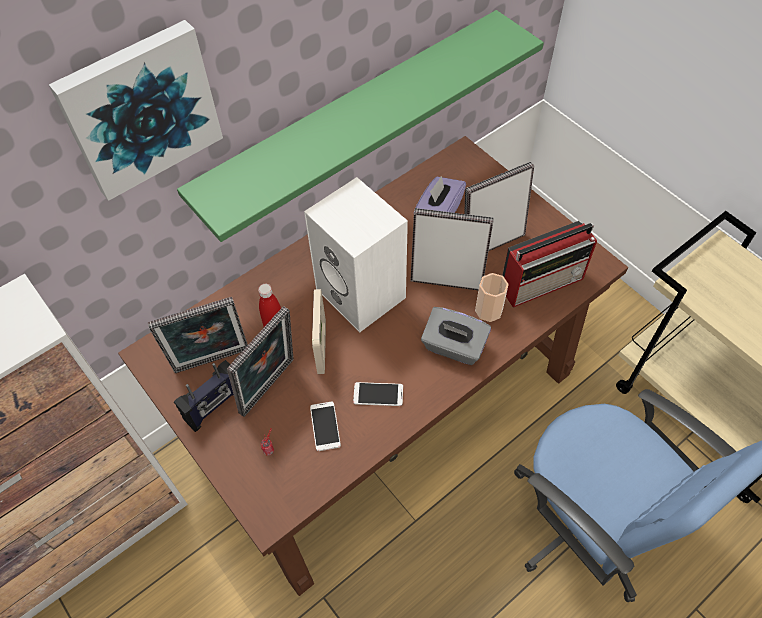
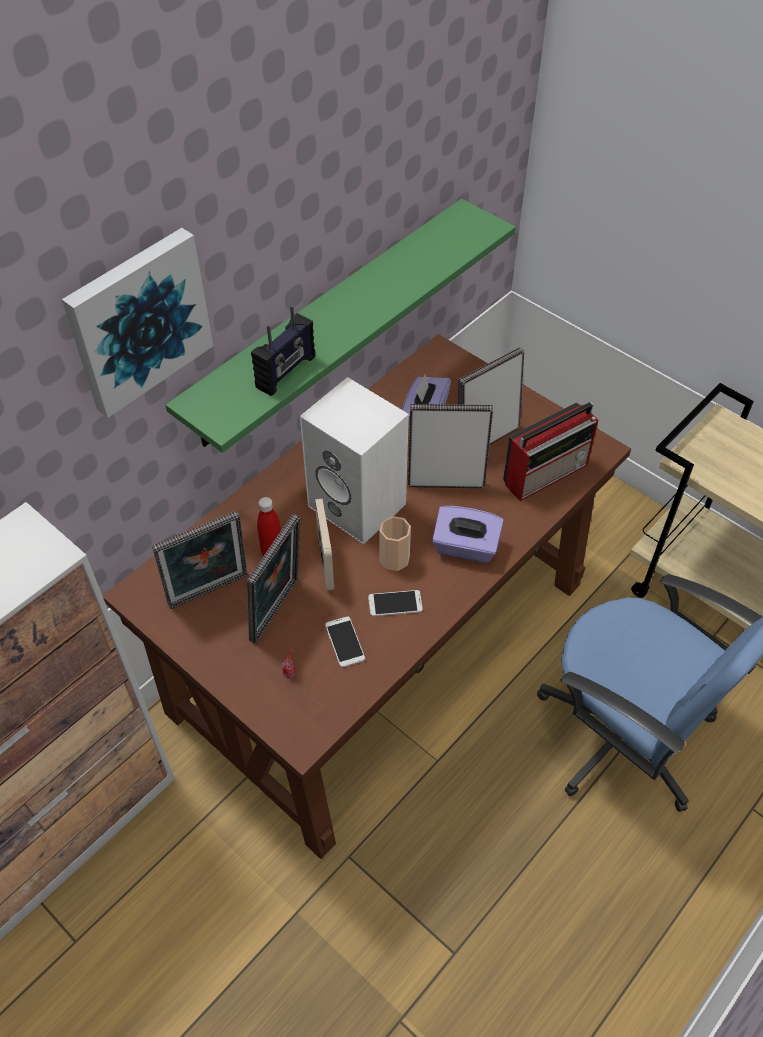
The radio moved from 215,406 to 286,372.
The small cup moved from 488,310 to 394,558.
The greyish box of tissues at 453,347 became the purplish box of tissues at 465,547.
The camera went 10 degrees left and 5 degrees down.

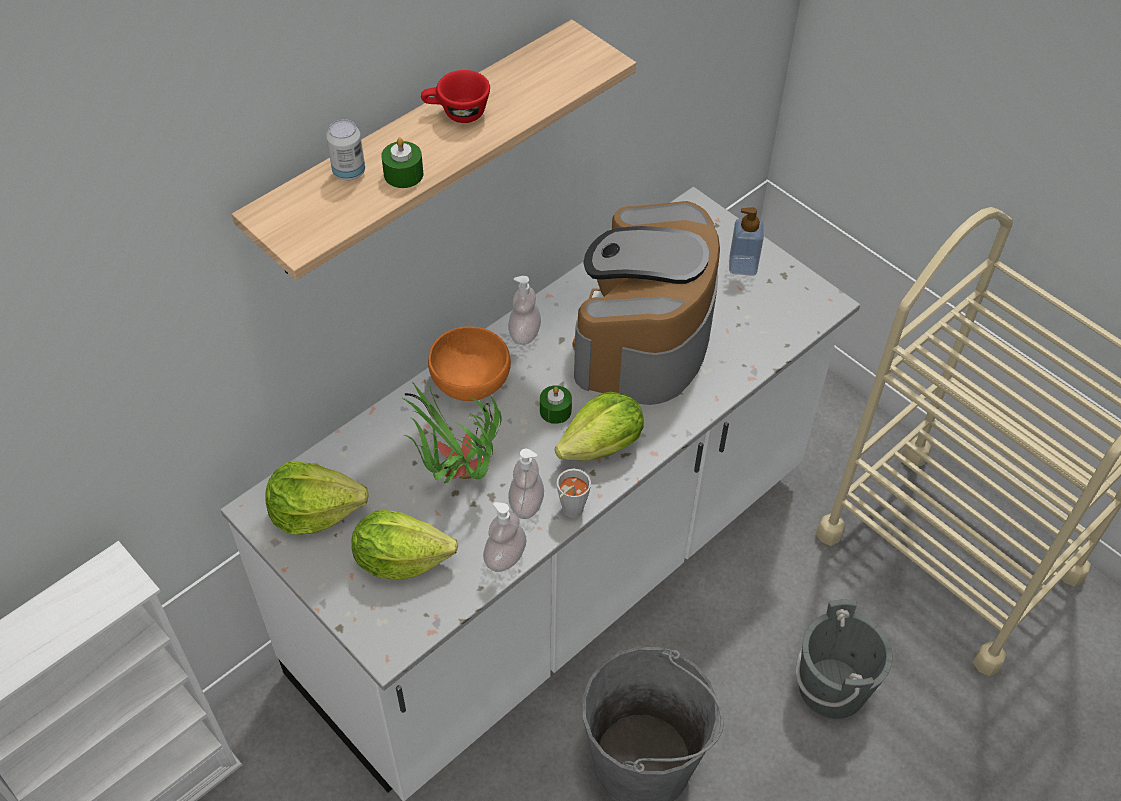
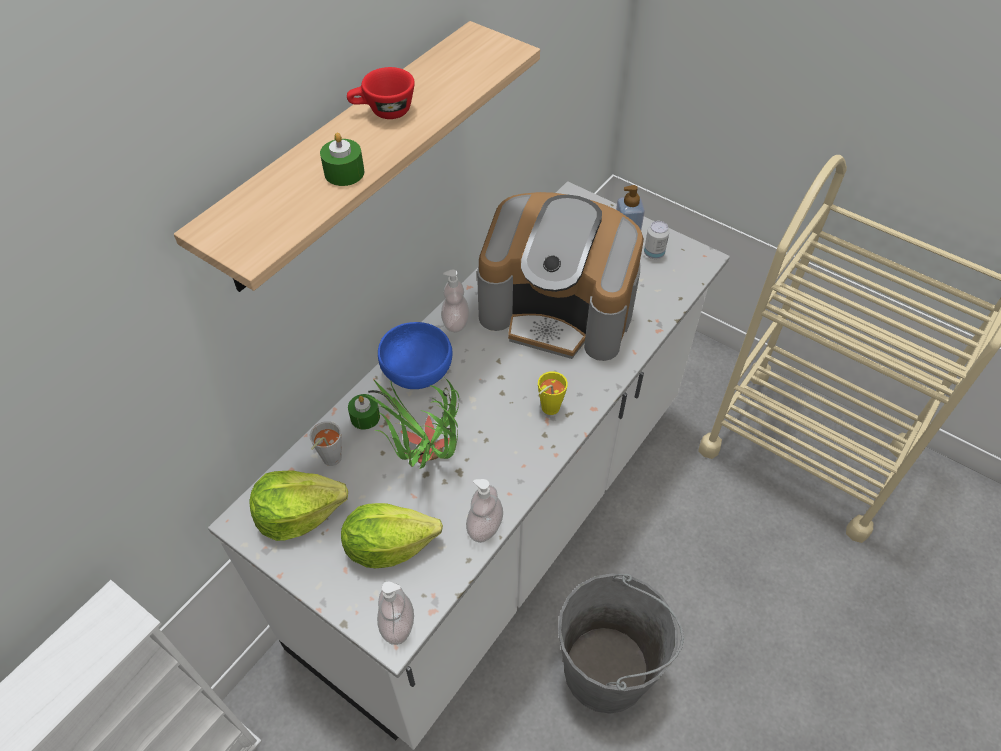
The greyish small cup moved from 569,512 to 329,461.
The green candle moved from 555,410 to 365,417.
The liquid soap bottle moved from 526,504 to 397,624.
The orange-coloured bowl at 469,380 became the bluish bowl at 416,370.
The coffee machine at 643,338 turned 75 degrees counterclockwise.
The lettuce head at 602,446 was replaced by the yellowish small cup at 547,410.
The metal can moved from 349,172 to 653,253.
The greyish bucket at 832,687 disappeared.
The camera went 10 degrees left and 0 degrees up.

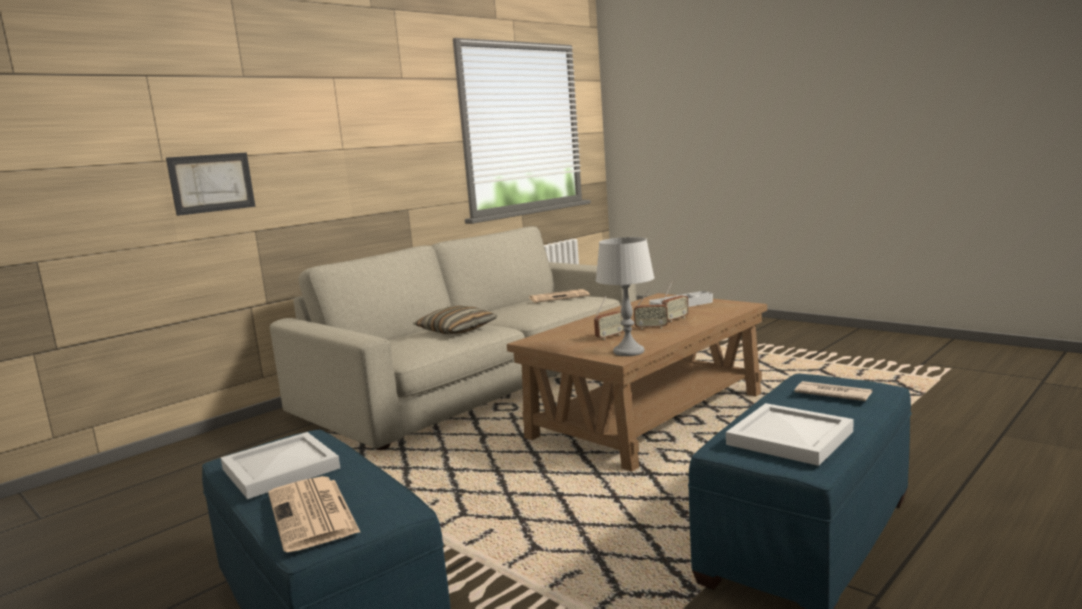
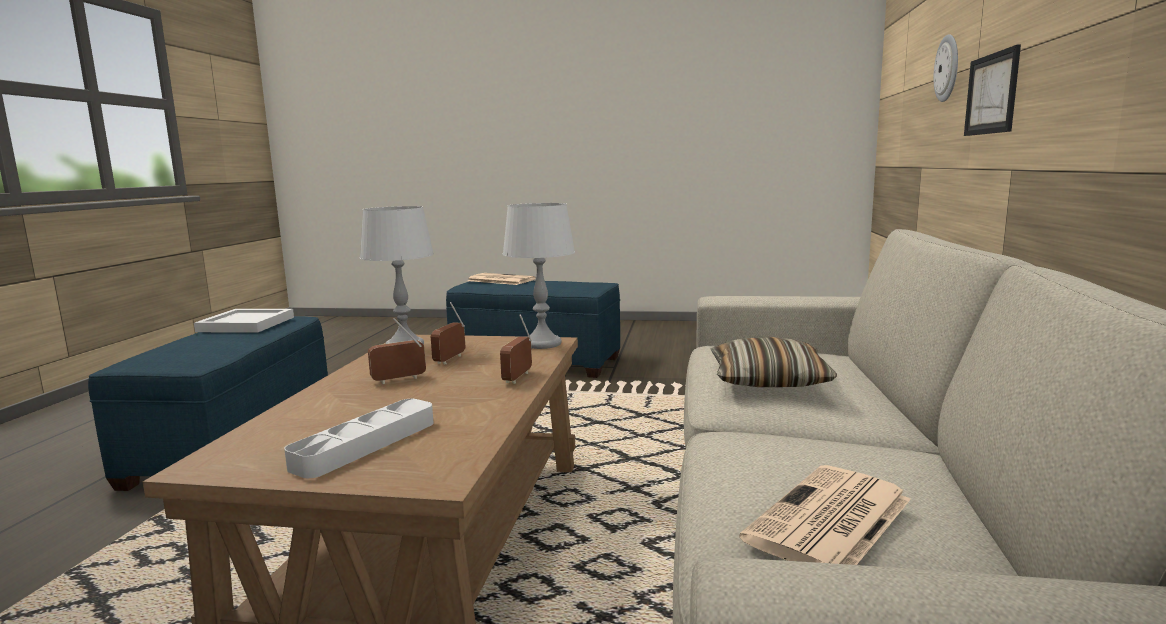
The radio moved from 675,319 to 518,378.
The greyish tabletop lamp at 542,344 appeared.
The clock on the wall at 948,68 appeared.
The white tray at 282,468 disappeared.
The daily paper at 832,394 disappeared.
The camera went 145 degrees right and 0 degrees up.

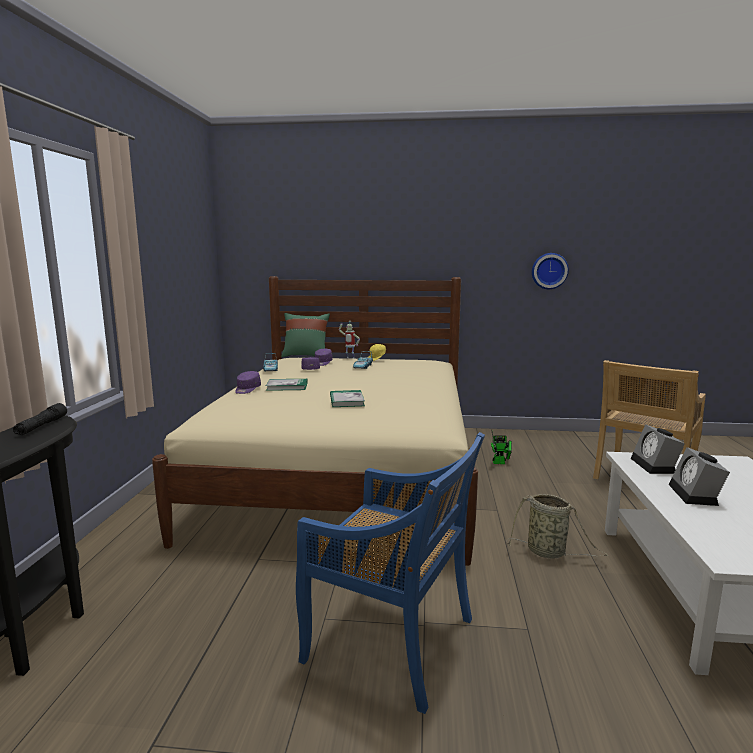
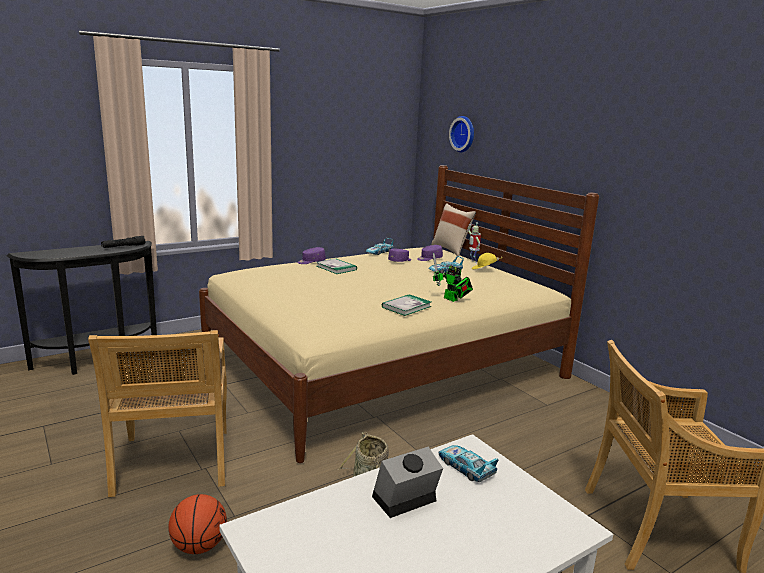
The bluish plain chair at 393,641 became the beige-coloured plain chair at 173,463.
The basketball at 199,546 appeared.
The volume moved from 346,401 to 406,307.
The green pillow at 306,356 became the beige-coloured pillow at 451,250.
The robot figure moved from 501,463 to 452,299.
The table clock at 655,466 was replaced by the toy car at 466,468.
The clock on the wall moved from 549,271 to 464,134.
The camera went 50 degrees right and 5 degrees up.

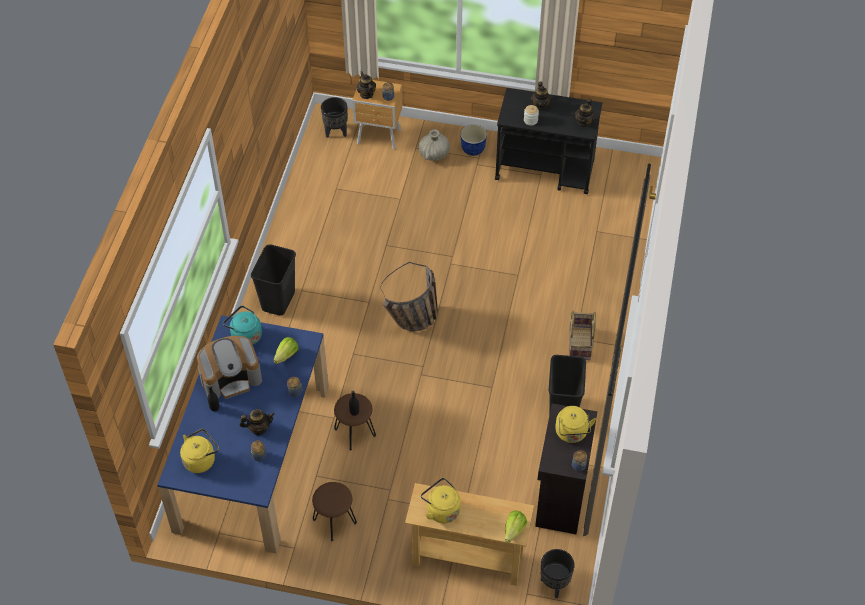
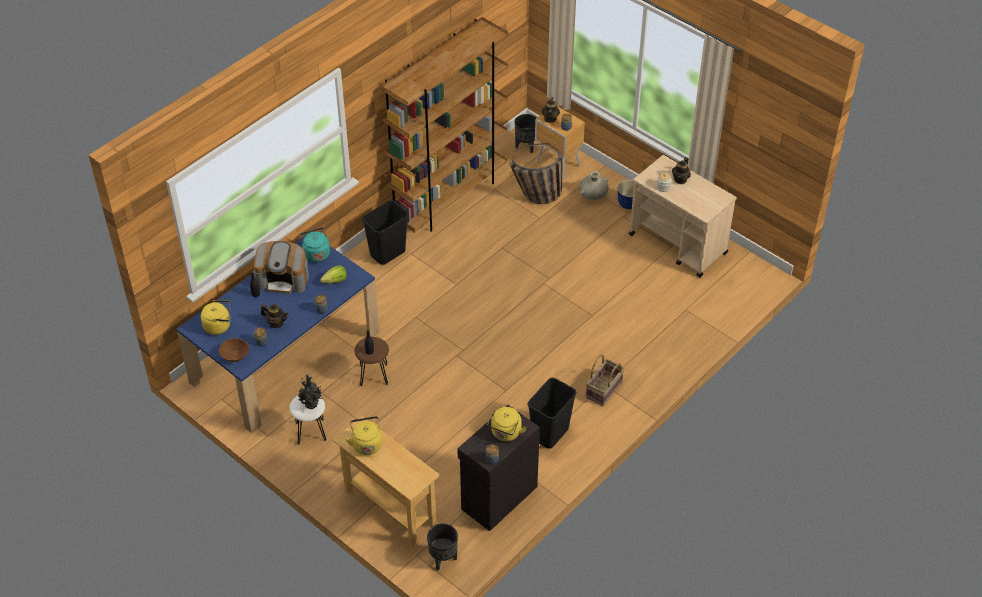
The brownish bowl at 235,356 appeared.
The brownish sitting stool at 335,521 became the white sitting stool at 310,431.
The potted plant at 312,406 appeared.
The brownish bookcase at 449,198 appeared.
The basket moved from 412,324 to 536,197.
The black cart at 545,170 became the beige-coloured cart at 678,244.
The lettuce head at 514,530 disappeared.
The teapot at 584,123 disappeared.
The camera went 30 degrees right and 5 degrees down.

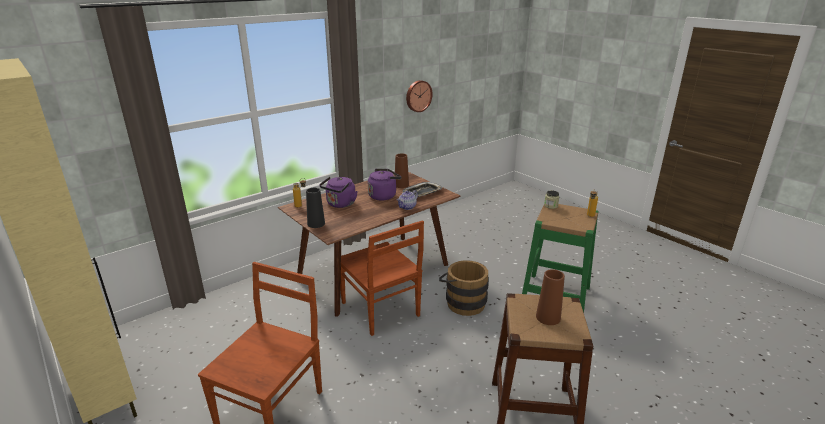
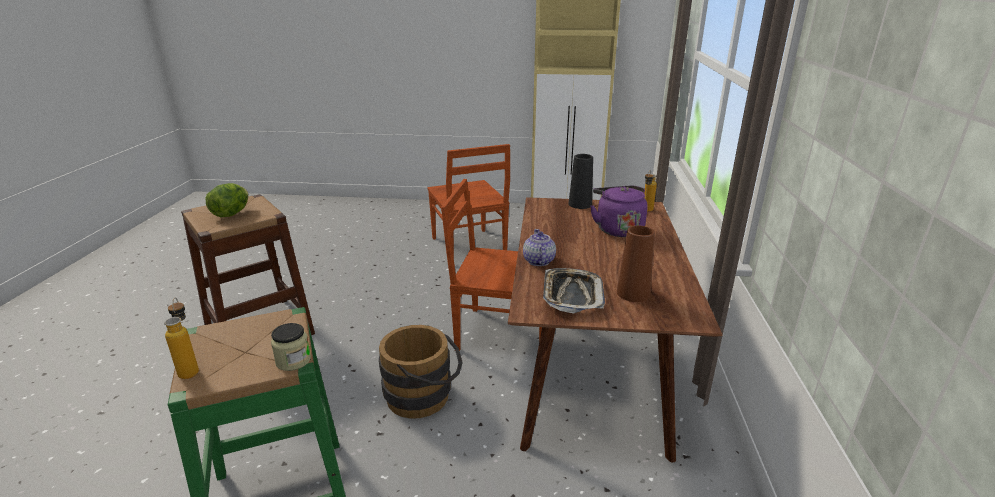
The brownish decorative vase at 548,317 was replaced by the lettuce head at 231,214.
The purplish tea kettle at 383,196 disappeared.
The clock on the wall at 418,96 disappeared.
The camera went 135 degrees right and 0 degrees up.

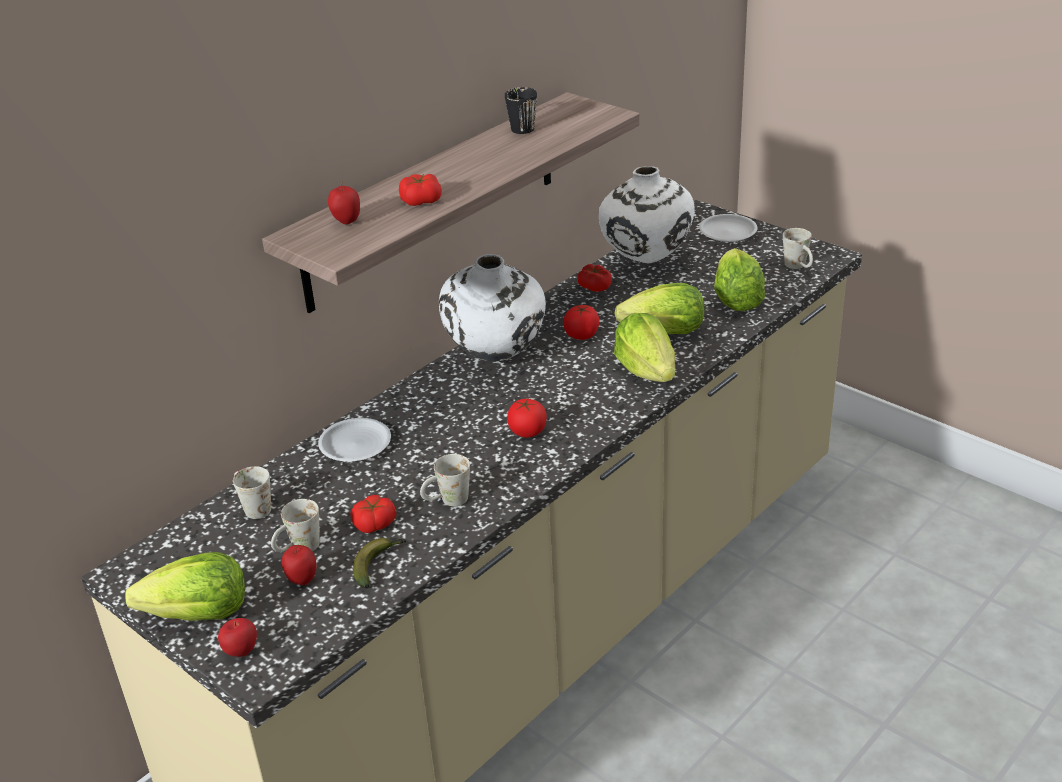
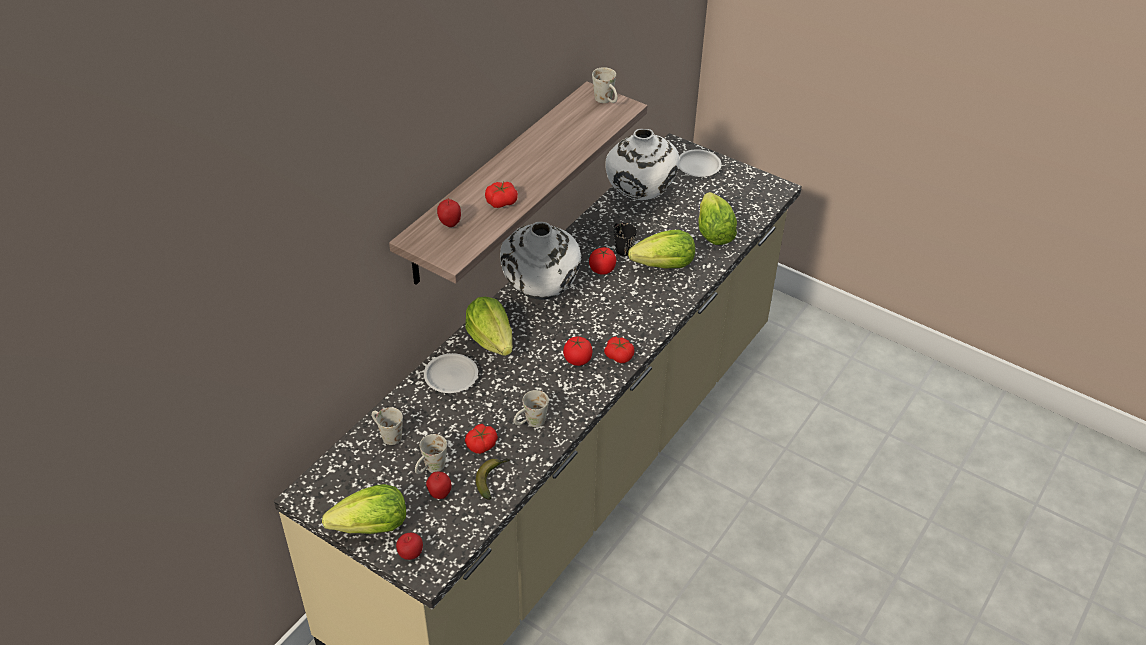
The lettuce head moved from 647,371 to 491,340.
The white coffee mug moved from 799,267 to 606,101.
The whole tomato moved from 595,286 to 619,355.
The black coffee mug moved from 519,126 to 621,247.
The camera went 10 degrees left and 10 degrees up.

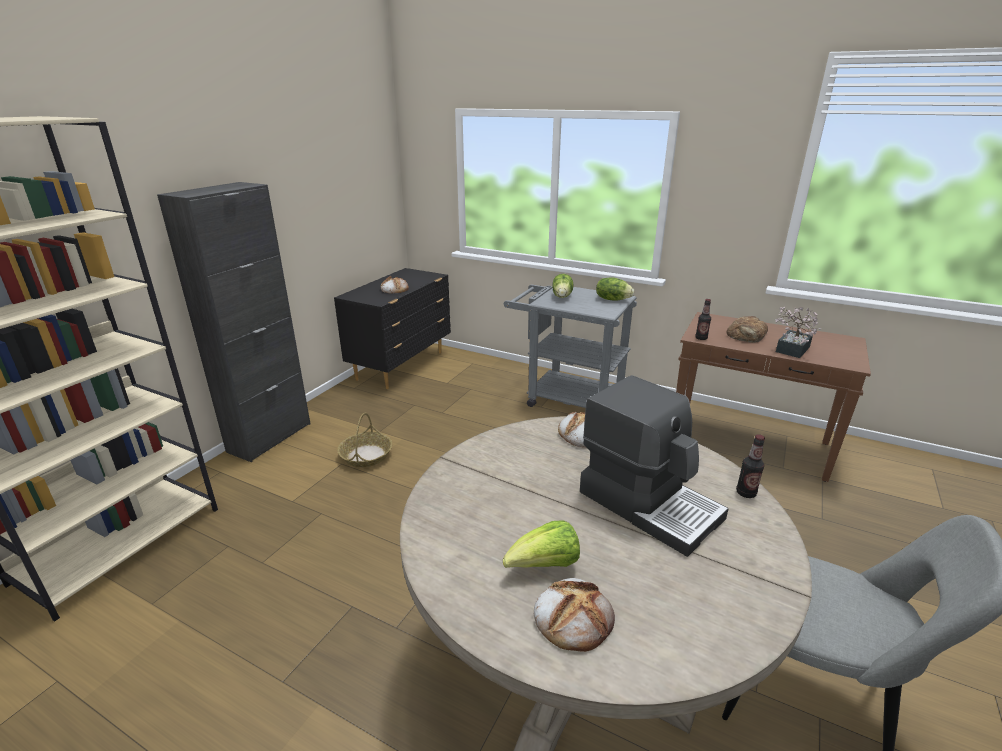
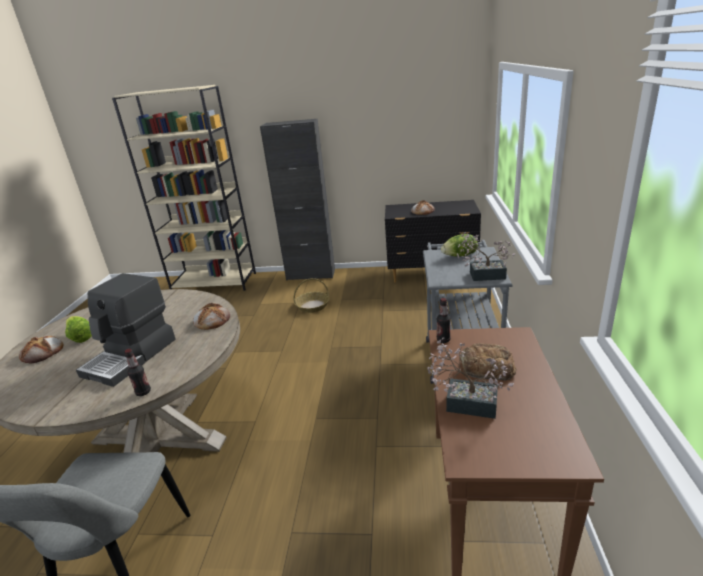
The lettuce head at 612,299 was replaced by the potted plant at 482,275.
The camera went 70 degrees right and 0 degrees up.

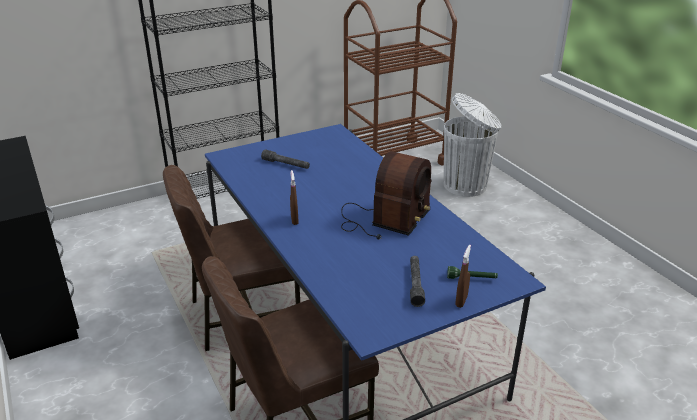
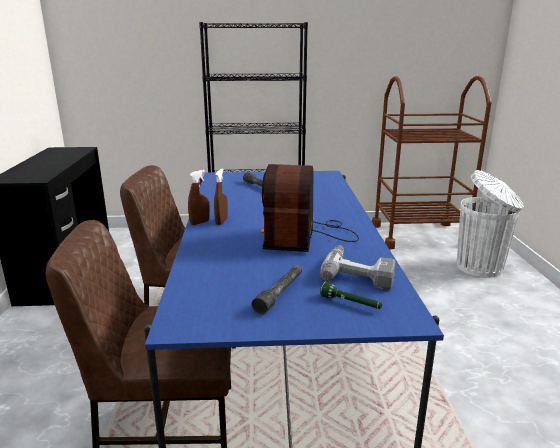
The brownish sprayer moved from 461,301 to 199,222.
The radio at 384,219 turned 135 degrees clockwise.
The electric drill at 358,272 appeared.
The camera went 25 degrees right and 10 degrees down.

